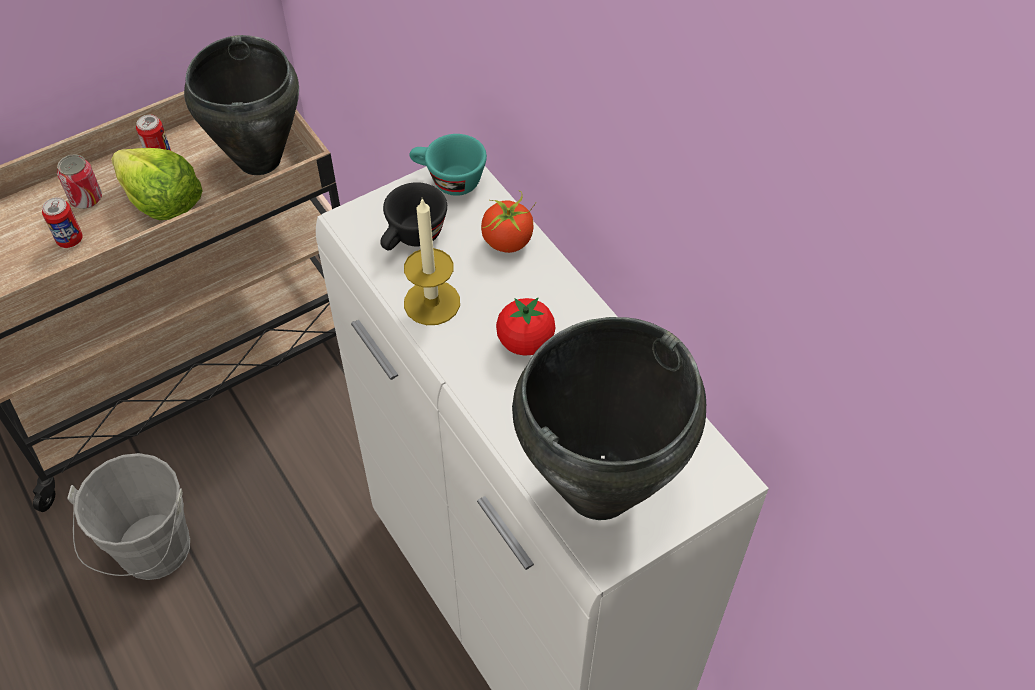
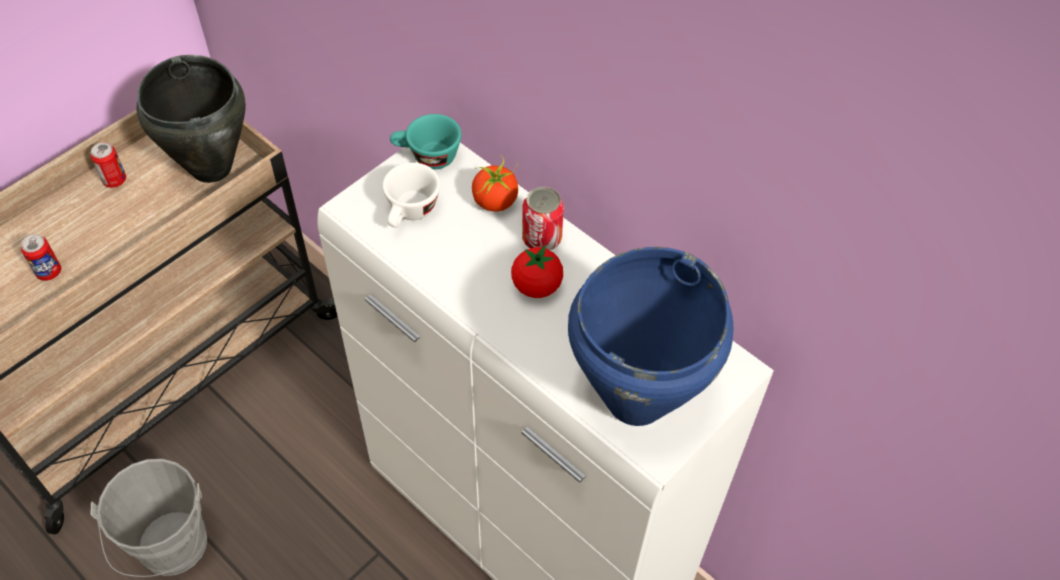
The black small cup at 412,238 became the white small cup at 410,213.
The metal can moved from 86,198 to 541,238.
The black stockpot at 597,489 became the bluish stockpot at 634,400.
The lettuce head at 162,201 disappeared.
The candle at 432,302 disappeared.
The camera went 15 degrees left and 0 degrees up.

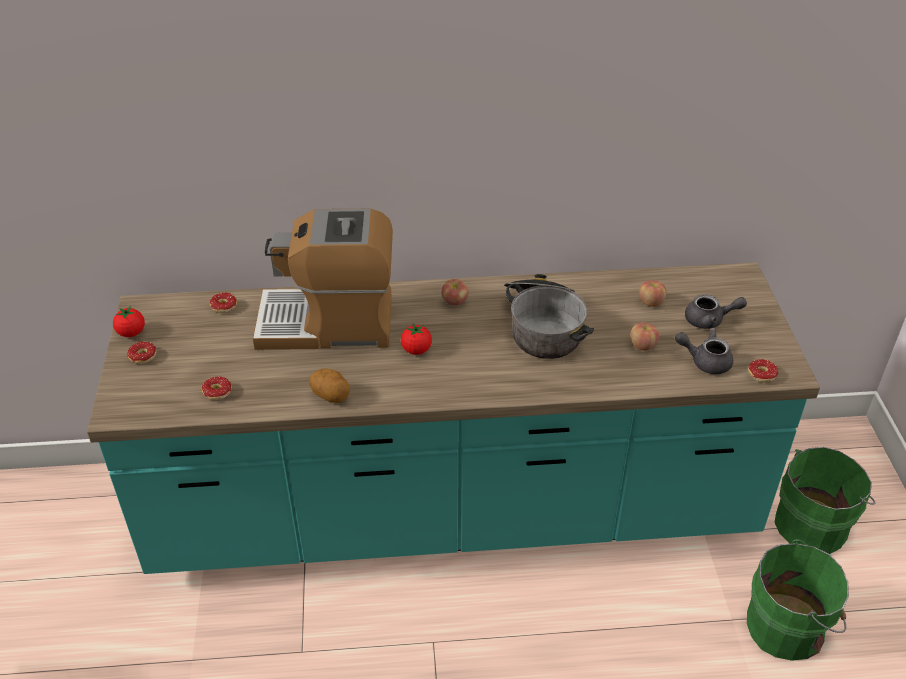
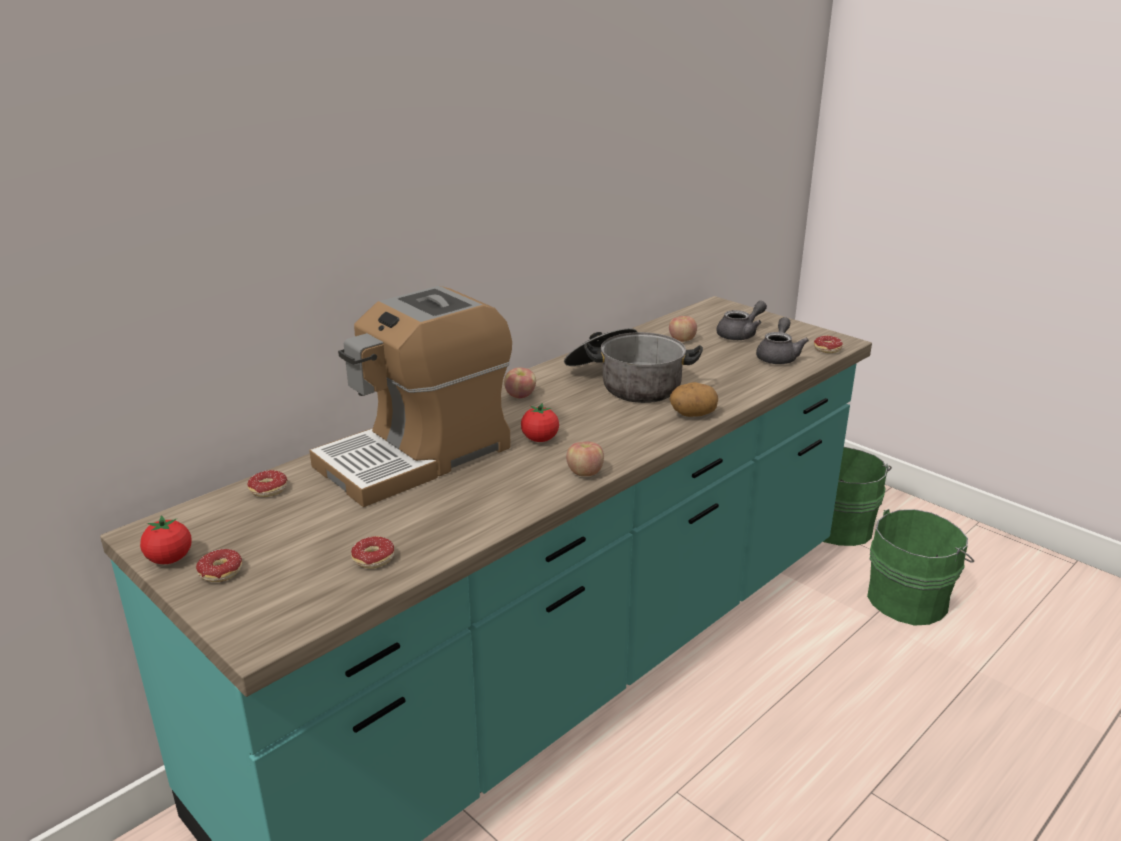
The whole apple moved from 642,345 to 585,473.
The spud moved from 331,396 to 692,415.
The greyish teapot at 705,361 turned 135 degrees clockwise.
The camera went 40 degrees left and 15 degrees down.

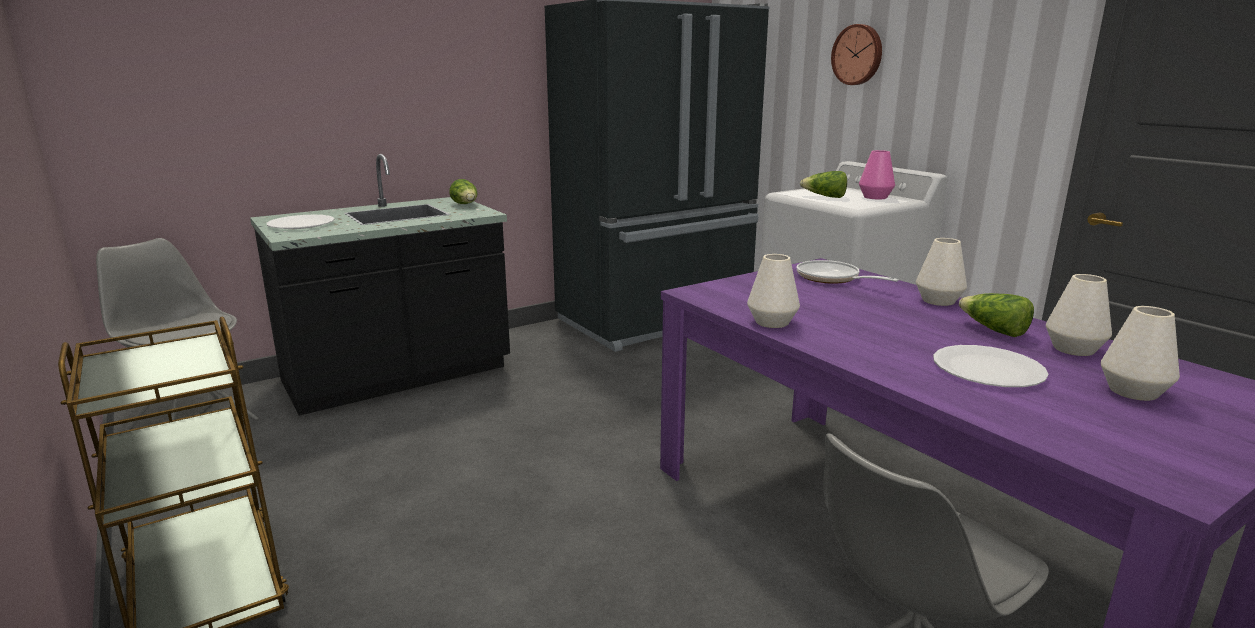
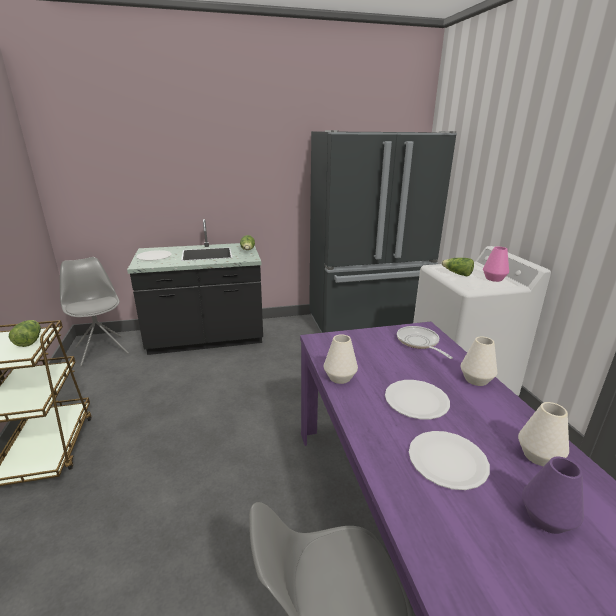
The lettuce head moved from 993,330 to 29,341.
The white flat dish at 416,400 appeared.
The white decorative vase at 1133,391 became the purplish decorative vase at 547,518.
The clock on the wall at 858,55 disappeared.
The camera went 20 degrees right and 5 degrees up.

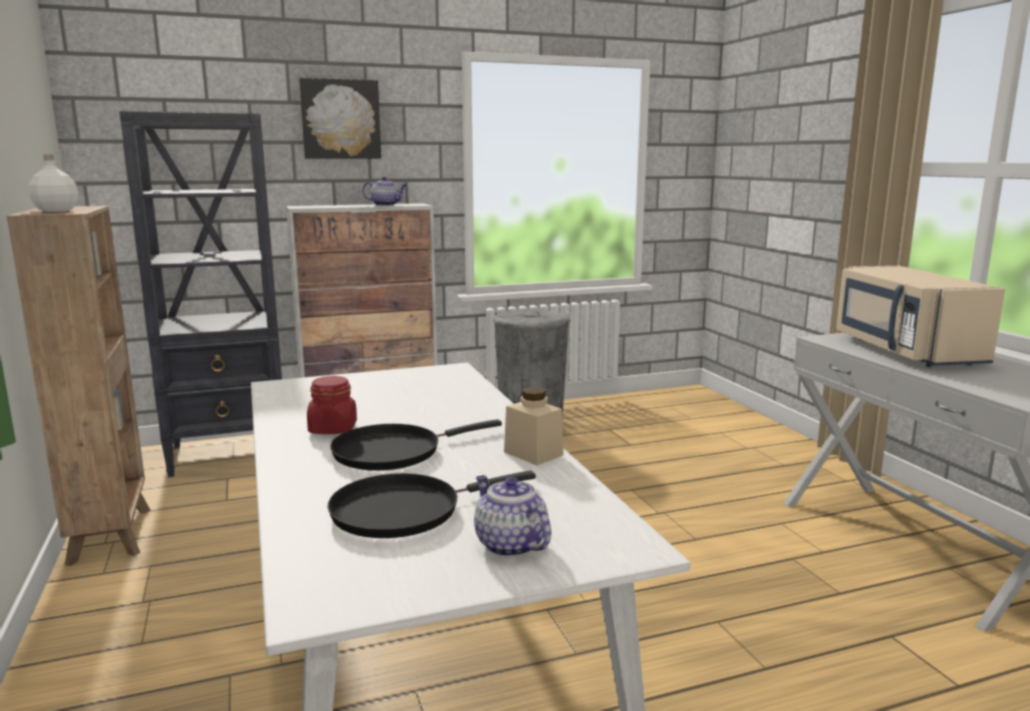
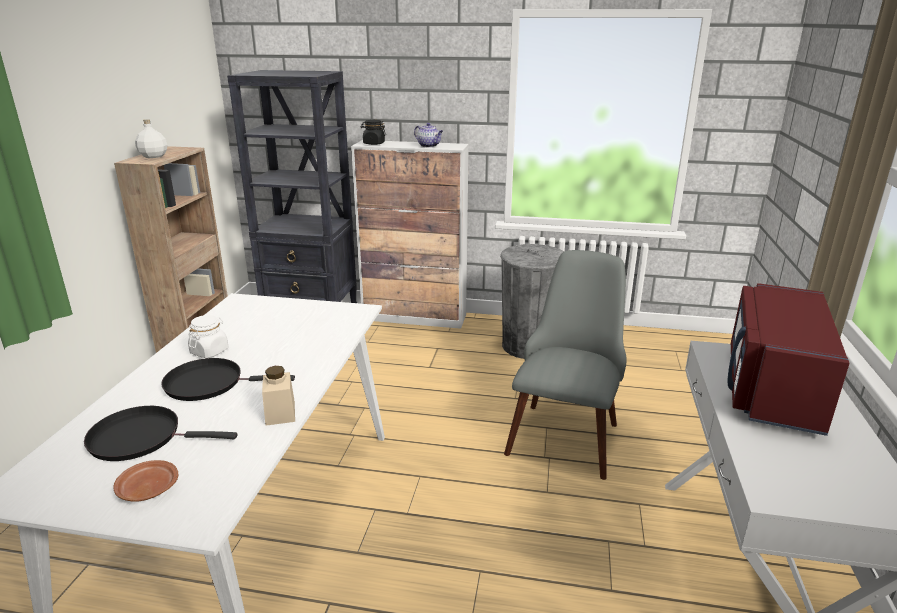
The teapot at 509,544 was replaced by the brownish flat dish at 147,489.
The red jar at 333,429 became the white jar at 209,351.
The black jar at 373,143 appeared.
The greyish plain chair at 566,430 appeared.
The beige-coloured kitchen microwave at 904,351 became the red kitchen microwave at 771,388.
The wall picture at 340,119 disappeared.
The camera went 30 degrees right and 10 degrees up.

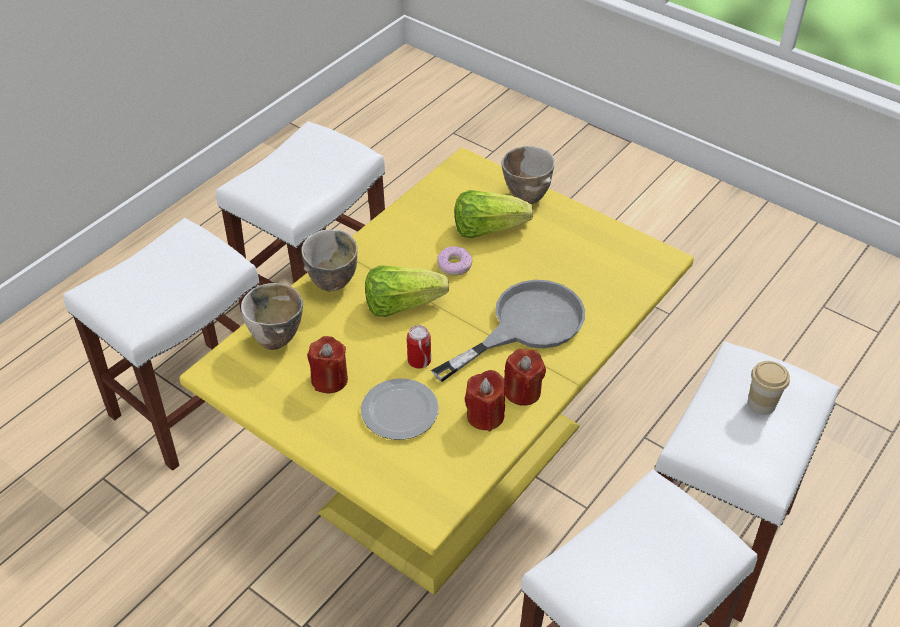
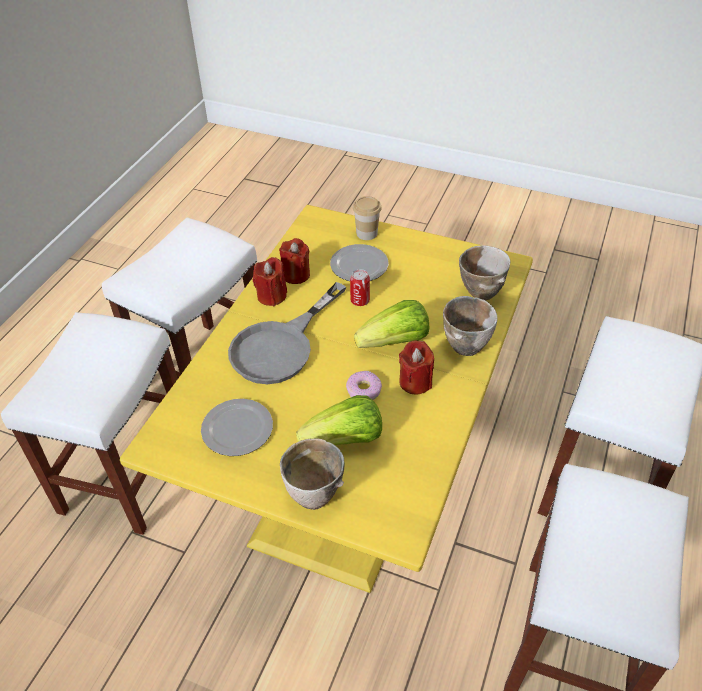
The flat dish at 236,428 appeared.
The small cup moved from 761,404 to 366,233.
The red candle moved from 329,379 to 415,382.
The camera went 165 degrees right and 0 degrees up.

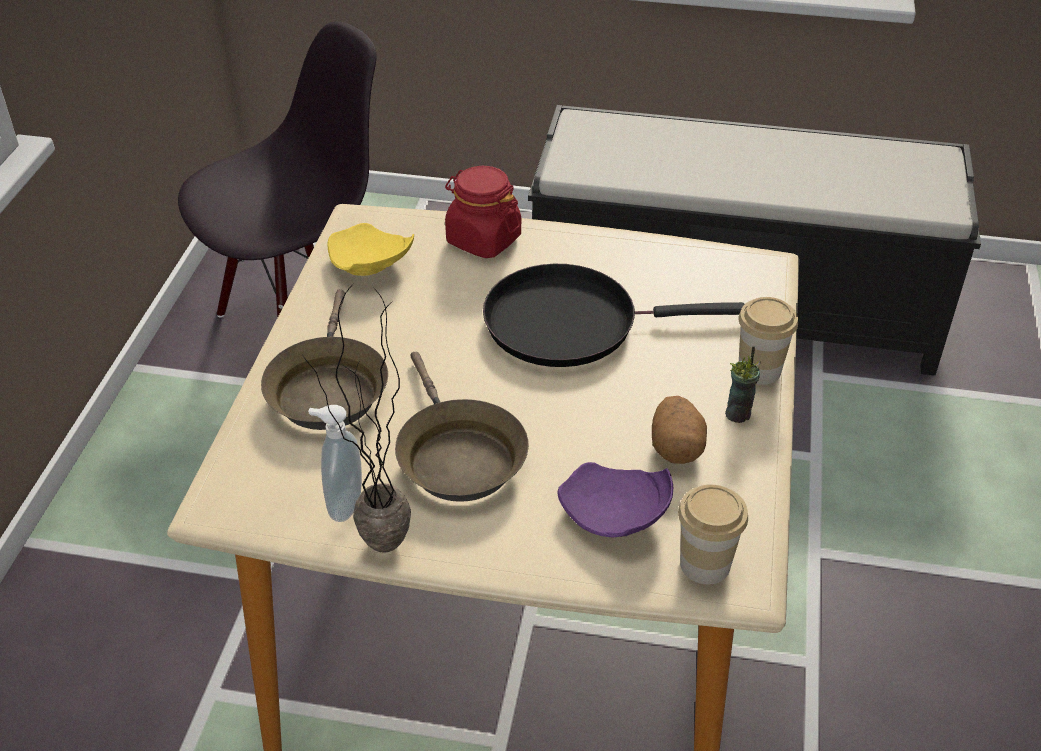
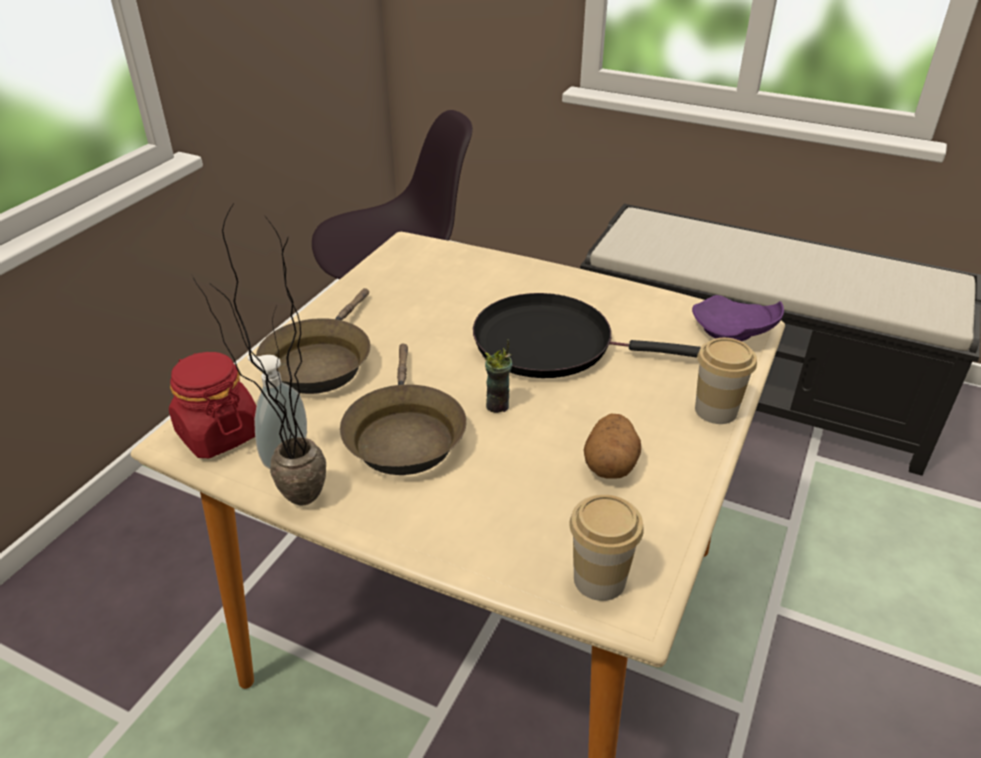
The red jar moved from 483,240 to 219,433.
The small cup moved from 738,414 to 498,405.
The purplish flat dish moved from 614,516 to 733,333.
The yellowish flat dish at 368,265 disappeared.
The camera went 15 degrees right and 5 degrees down.

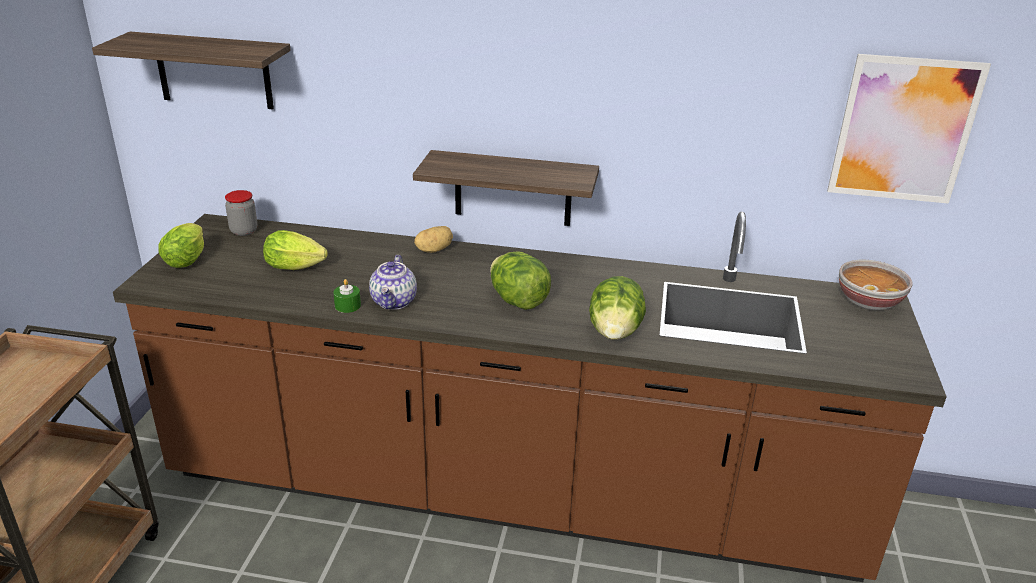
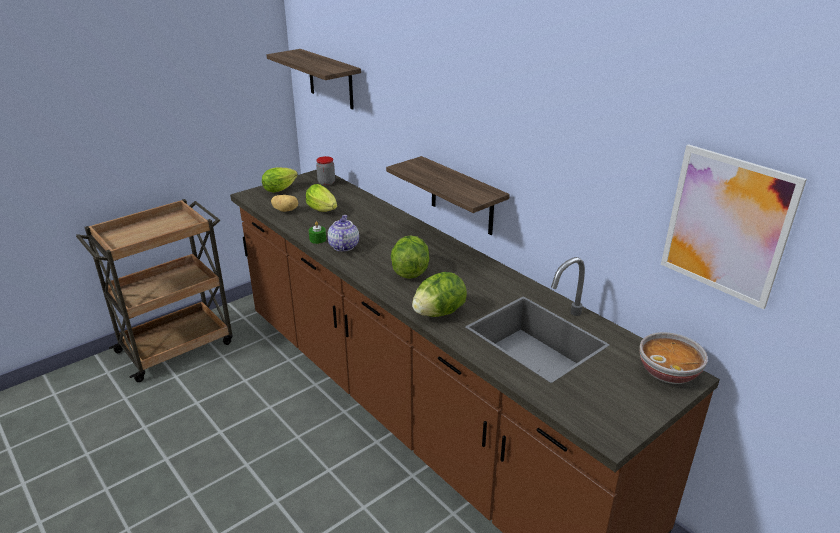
The spud moved from 434,250 to 286,210.
The teapot at 394,302 turned 135 degrees clockwise.
The camera went 40 degrees right and 0 degrees up.

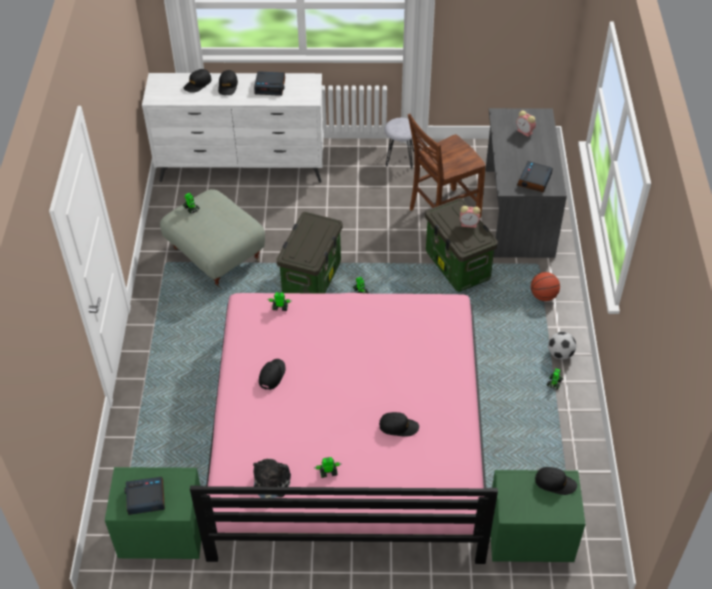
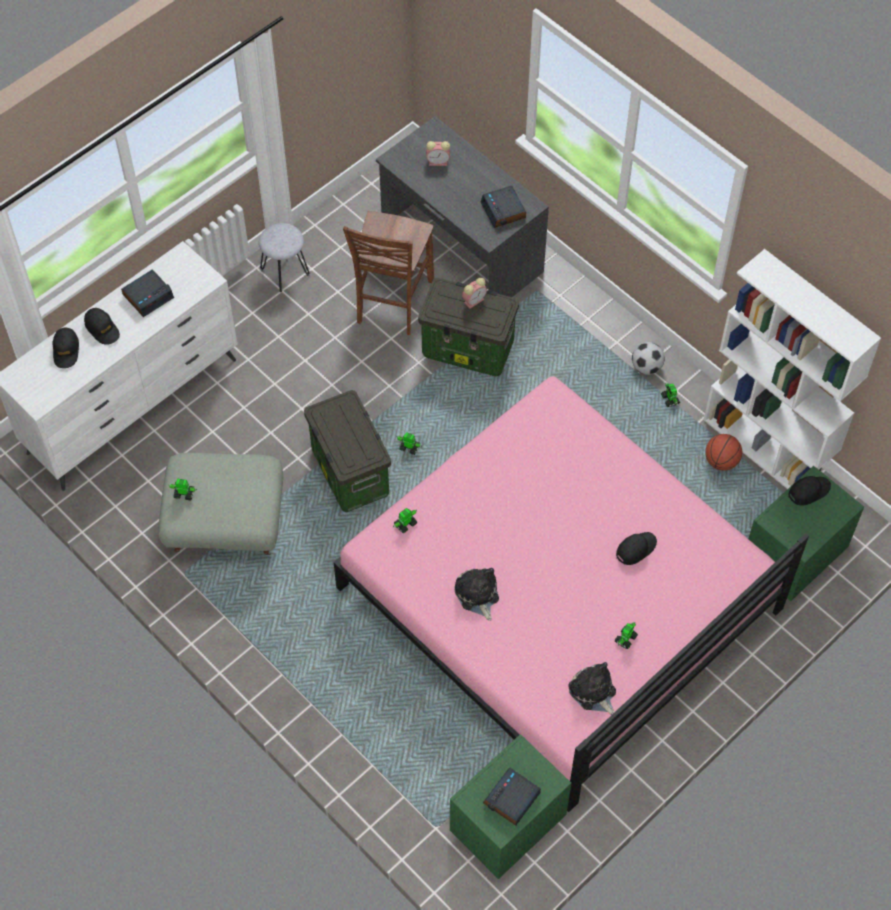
The black cap at 272,375 was replaced by the plush toy at 477,595.
The white bookcase at 767,450 appeared.
The basketball moved from 543,296 to 721,461.
The camera went 45 degrees left and 10 degrees up.

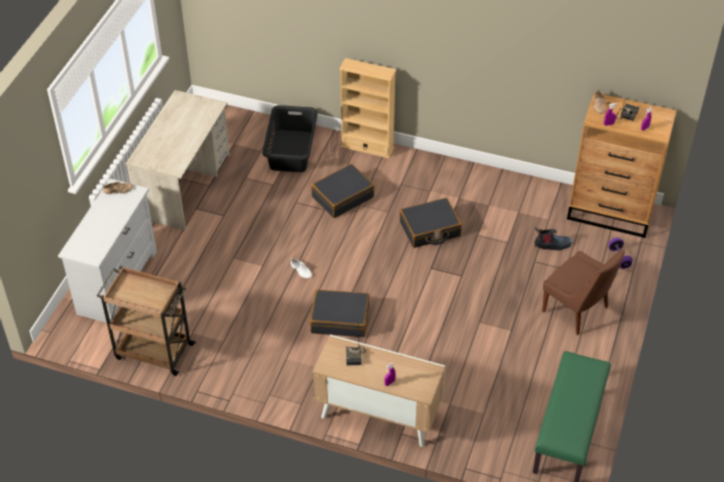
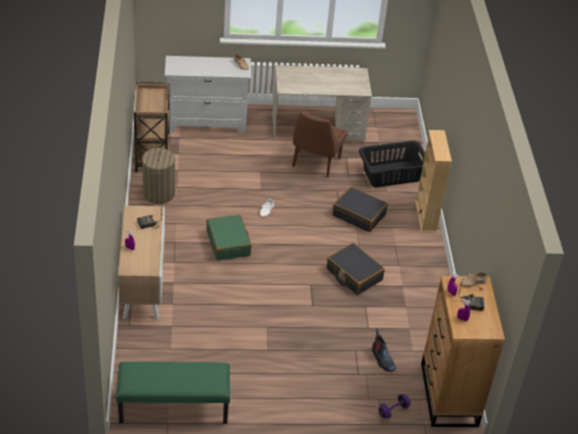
The hamper at 159,194 appeared.
The black piece of luggage at 340,319 became the green piece of luggage at 228,243.
The brownish plain chair moved from 577,310 to 315,163.
The camera went 65 degrees right and 5 degrees down.

